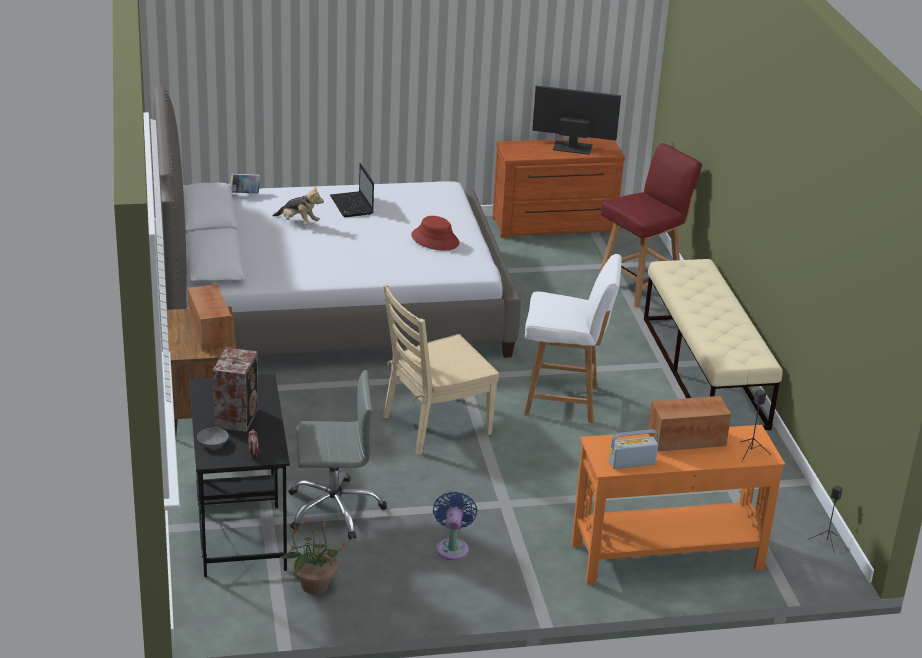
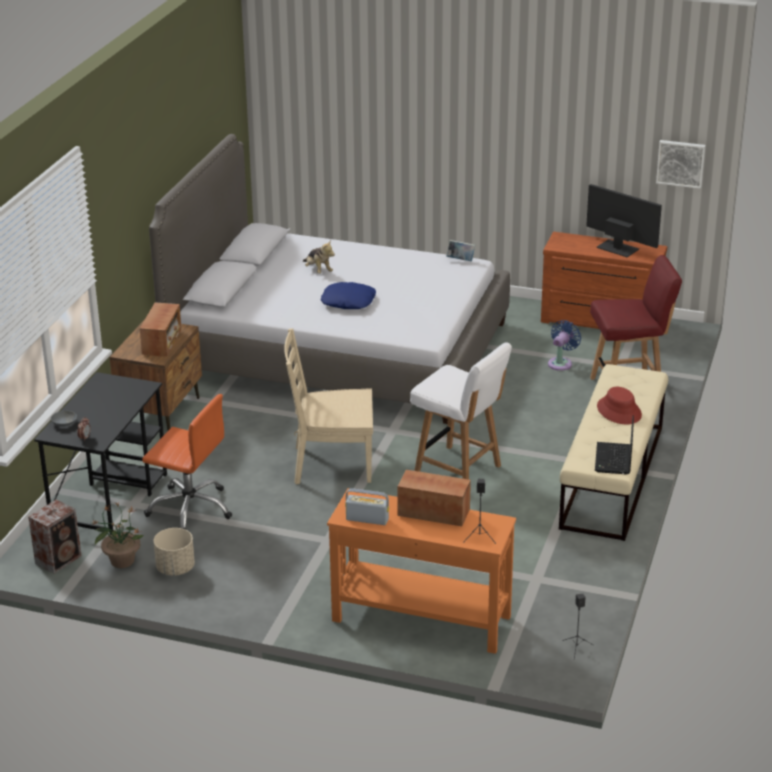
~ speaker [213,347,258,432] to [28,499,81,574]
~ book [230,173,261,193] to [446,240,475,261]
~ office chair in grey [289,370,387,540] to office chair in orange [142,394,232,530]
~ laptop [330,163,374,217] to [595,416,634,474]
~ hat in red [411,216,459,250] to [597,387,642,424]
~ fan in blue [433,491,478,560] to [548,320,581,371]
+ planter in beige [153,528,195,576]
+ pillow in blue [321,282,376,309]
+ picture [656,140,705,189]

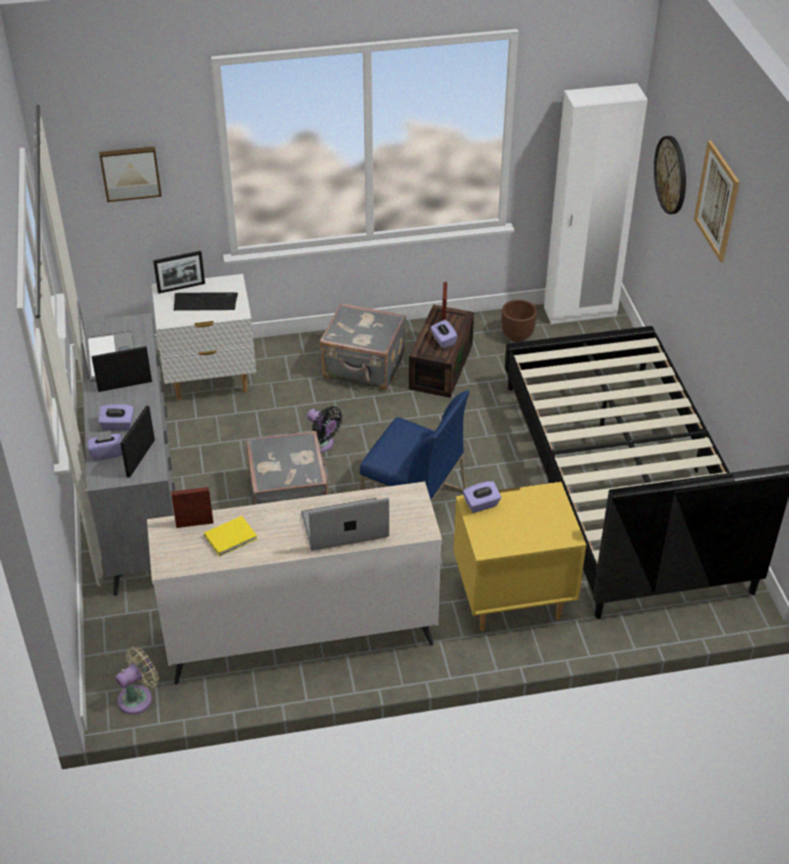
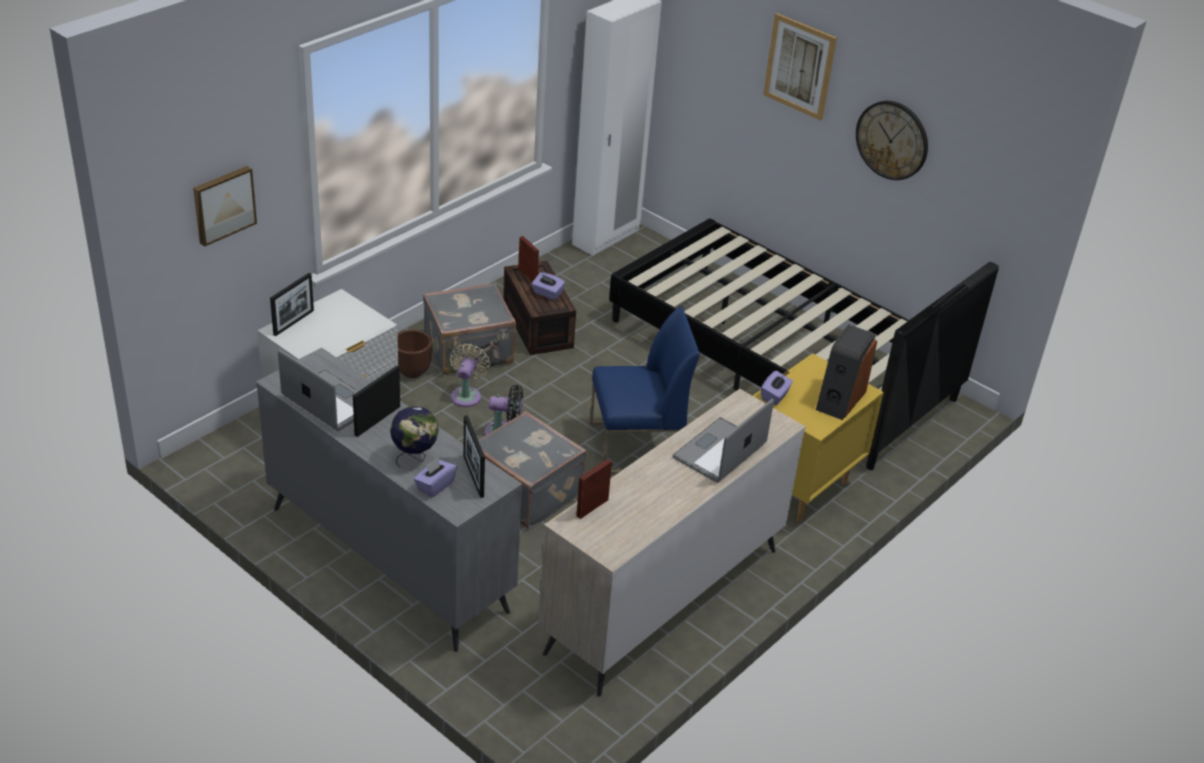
~ tissue box in purple [98,404,134,430] to globe [390,406,439,467]
~ fan in beige [115,647,159,714] to [450,344,490,407]
- keyboard [174,292,238,311]
- book in yellow [204,516,257,557]
~ planter in brown [502,300,537,342] to [398,330,432,378]
~ wall clock [654,136,686,214] to [856,101,928,180]
+ speaker [816,324,877,420]

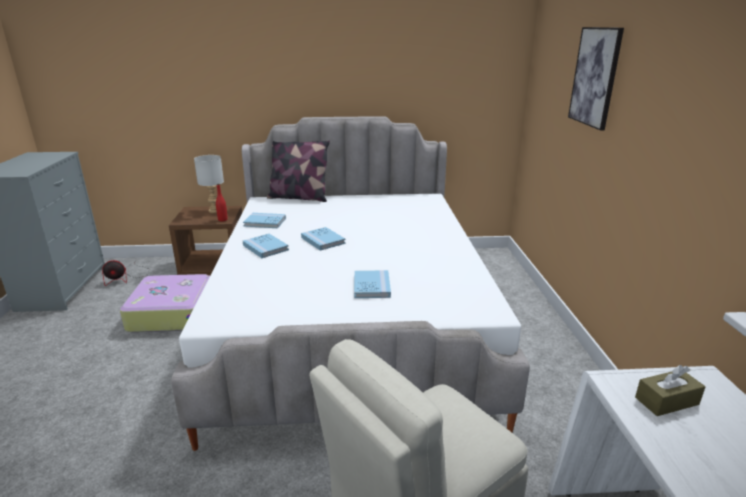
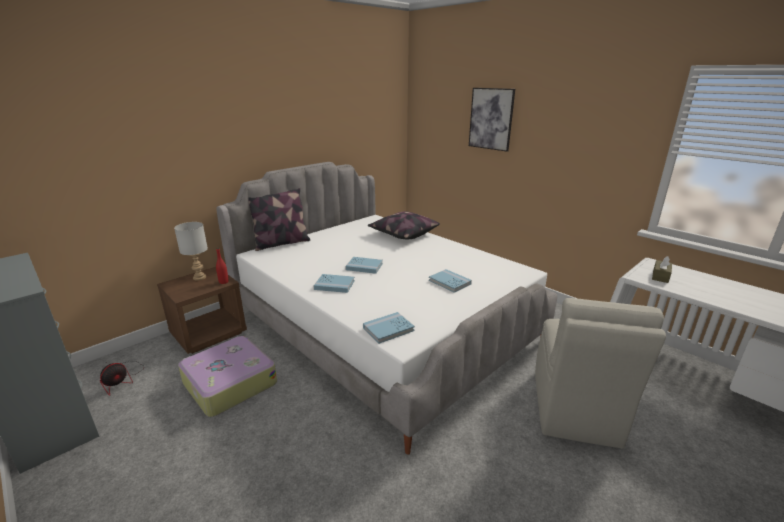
~ book in blue [243,213,286,228] to [363,312,415,344]
+ pillow [368,211,440,239]

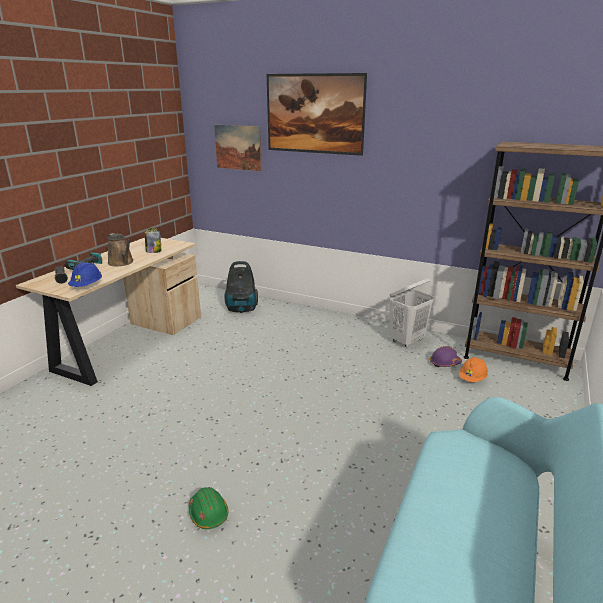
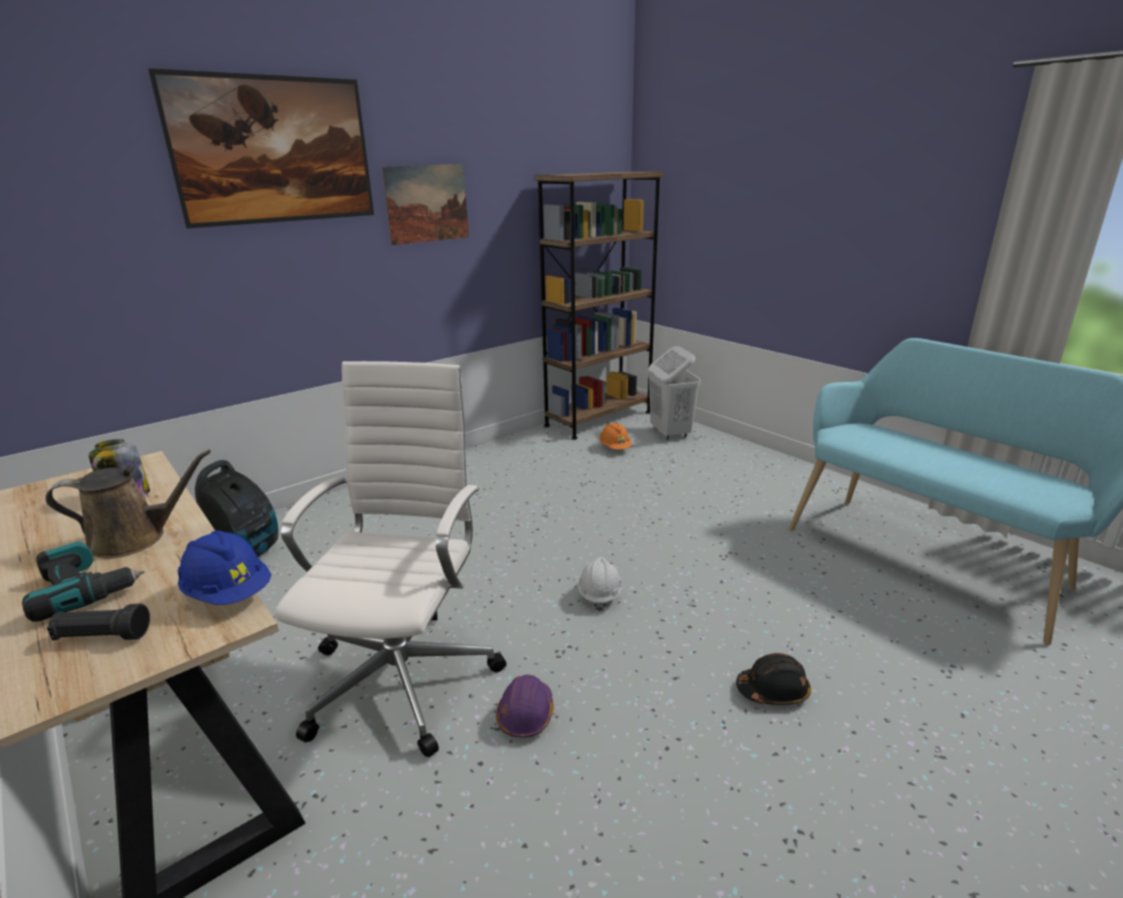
~ hard hat in green [189,487,228,529] to hard hat in black [736,653,811,705]
~ picture [214,125,262,171] to [382,164,469,245]
~ laundry basket in white [389,278,434,347] to [648,346,701,440]
~ hard hat in purple [430,346,462,367] to [496,675,553,738]
+ office chair in white [275,361,507,757]
+ hard hat in white [578,557,623,611]

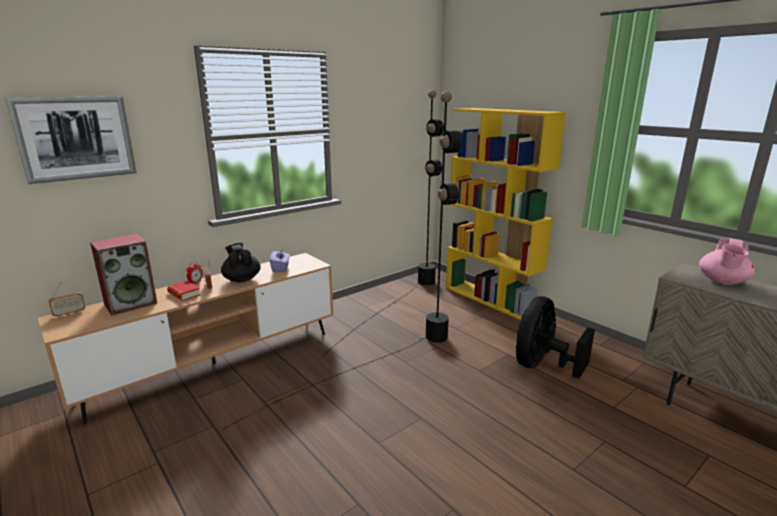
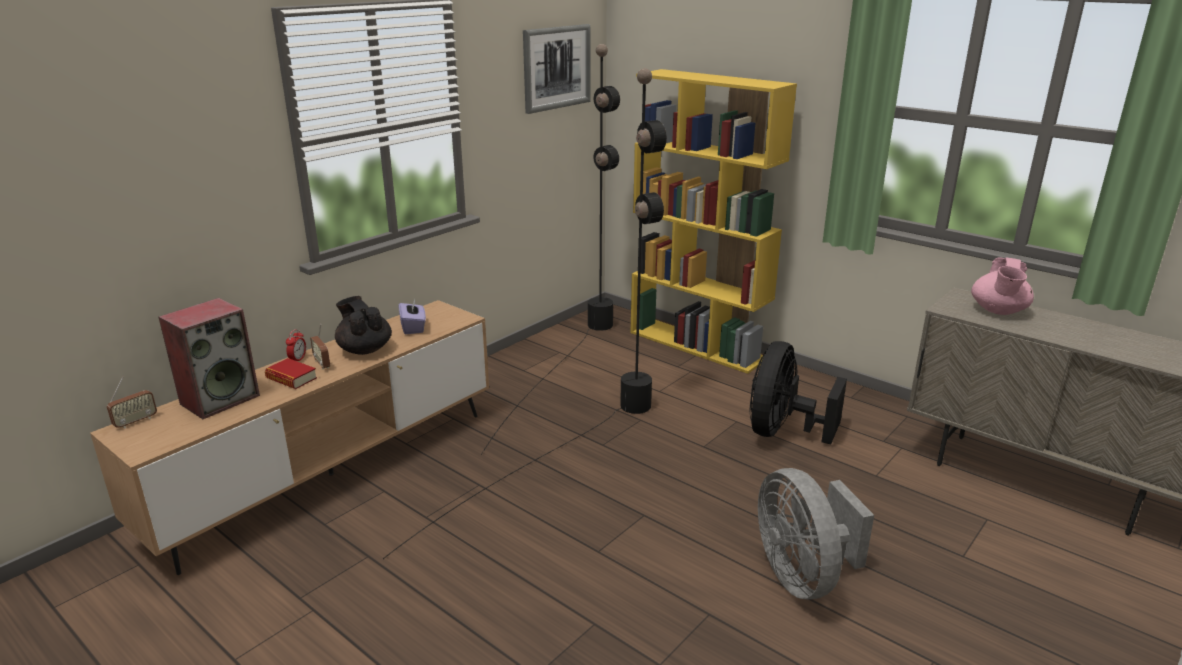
~ picture [5,96,137,184] to [523,24,590,114]
+ fan in grey [758,468,874,599]

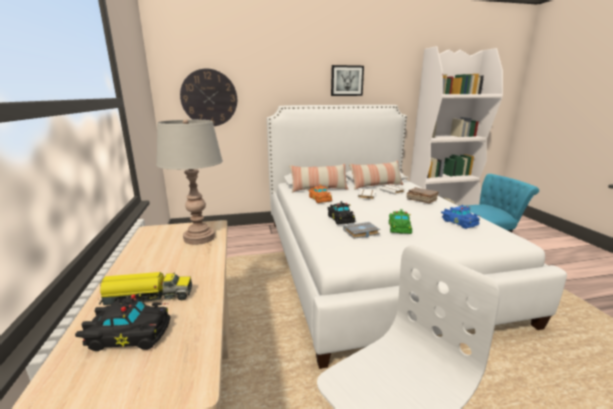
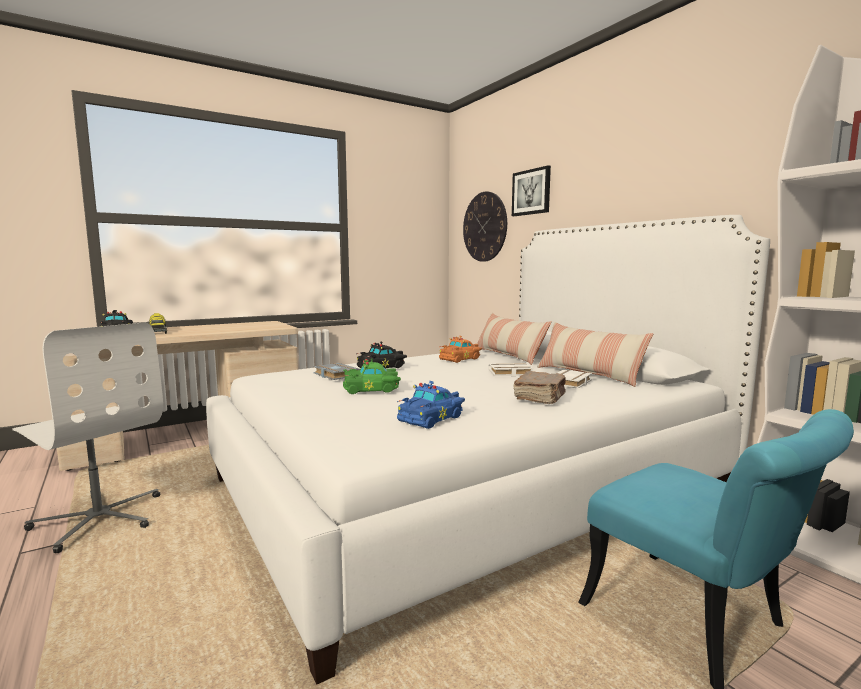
- table lamp in grey [156,119,223,245]
~ picture [331,65,364,96] to [512,165,551,216]

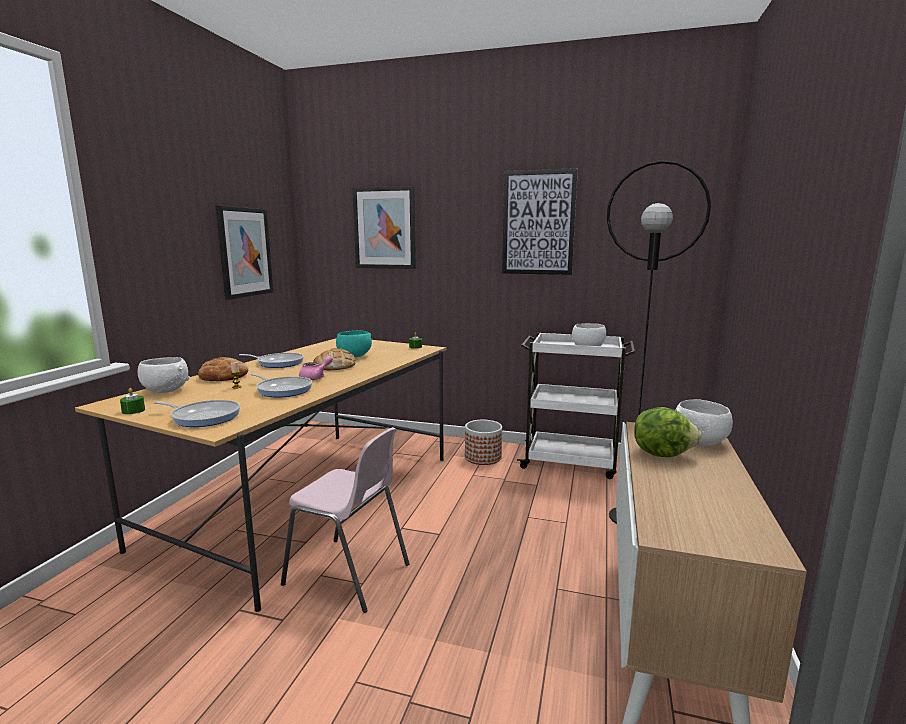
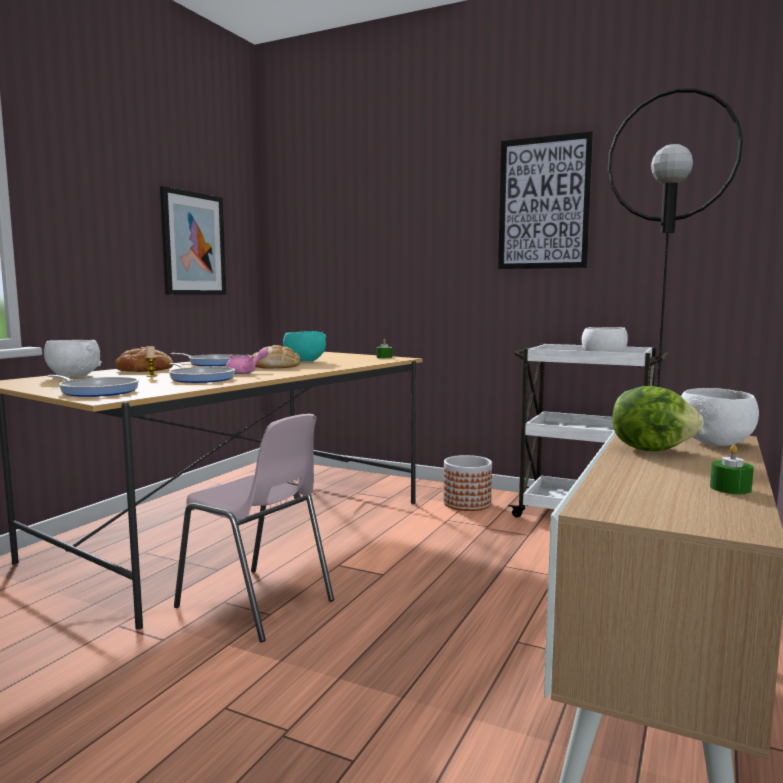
~ candle in green [120,388,145,414] to [710,445,754,494]
- picture [353,186,416,269]

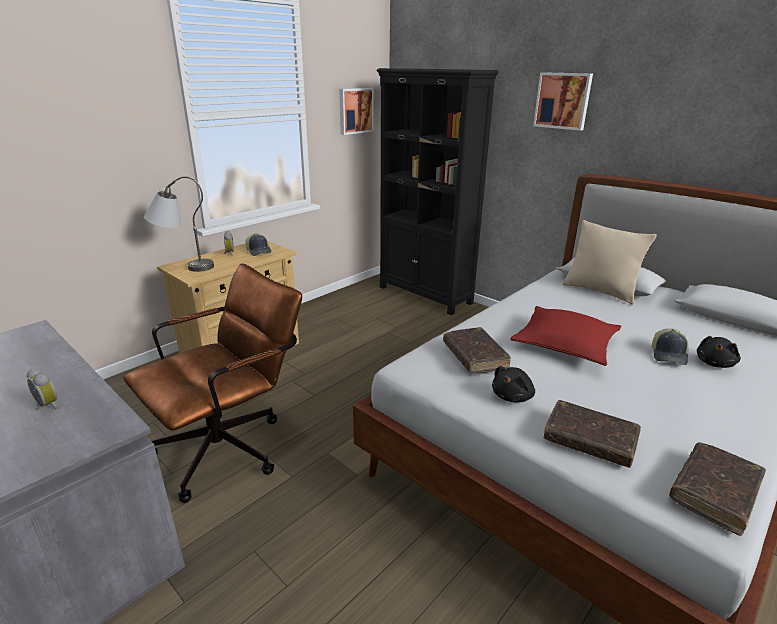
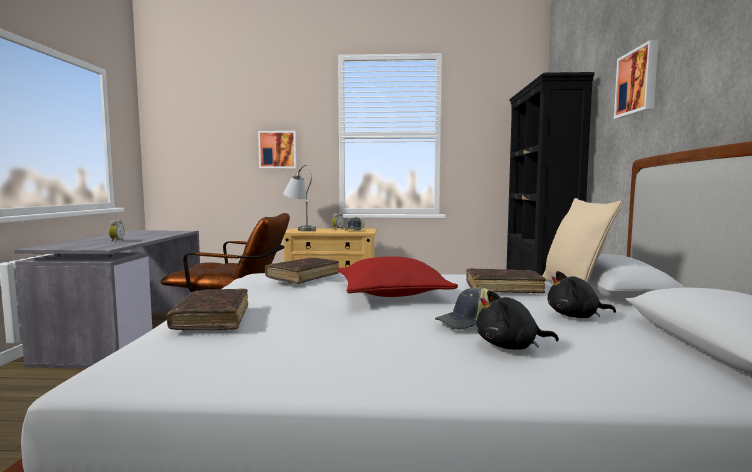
~ picture [339,88,374,135] to [258,131,297,168]
~ plush toy in black [492,366,535,402] to [548,271,616,318]
~ book in brown [669,442,766,536] to [466,268,546,294]

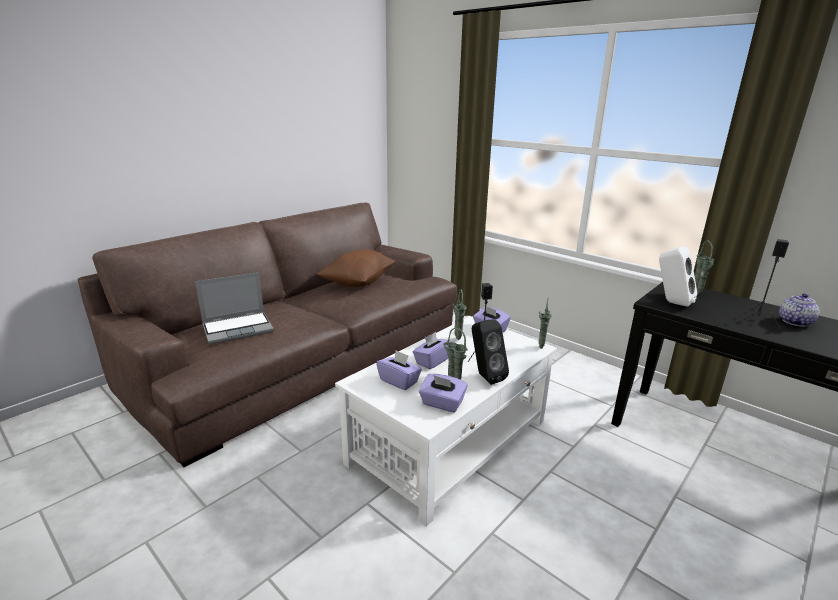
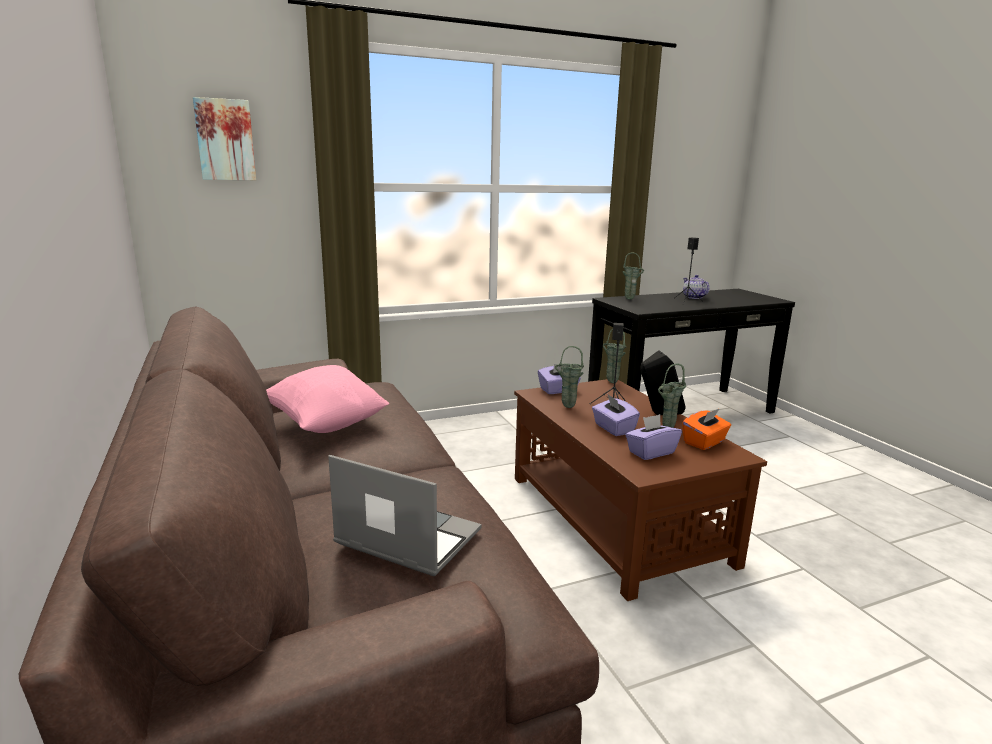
~ laptop [195,272,274,344] = [328,455,481,576] 60 degrees counterclockwise
~ pillow in brown [317,250,395,287] to pillow in pink [266,365,389,433]
~ coffee table in white [335,316,557,527] to coffee table in brown [514,379,767,601]
~ tissue box in purple [419,374,468,412] to tissue box in orange [682,409,731,450]
- speaker in white [659,246,697,307]
+ picture [193,97,256,180]

